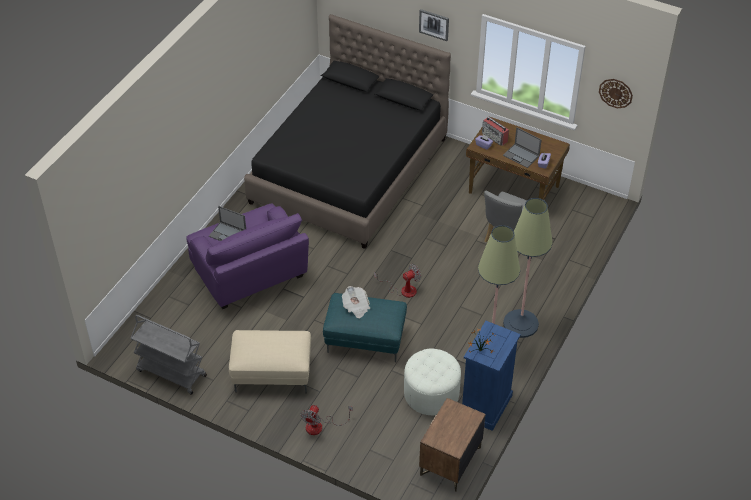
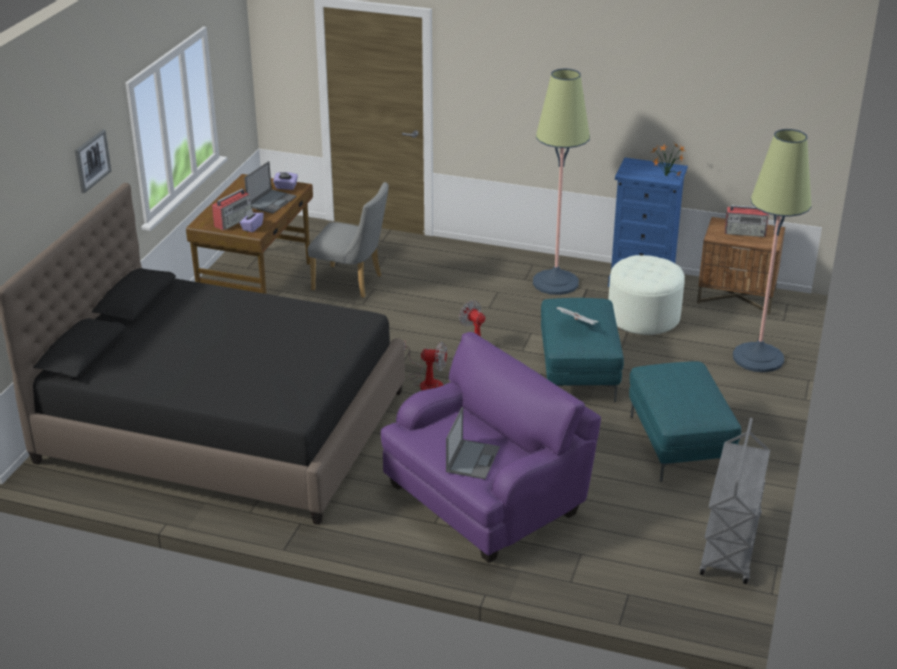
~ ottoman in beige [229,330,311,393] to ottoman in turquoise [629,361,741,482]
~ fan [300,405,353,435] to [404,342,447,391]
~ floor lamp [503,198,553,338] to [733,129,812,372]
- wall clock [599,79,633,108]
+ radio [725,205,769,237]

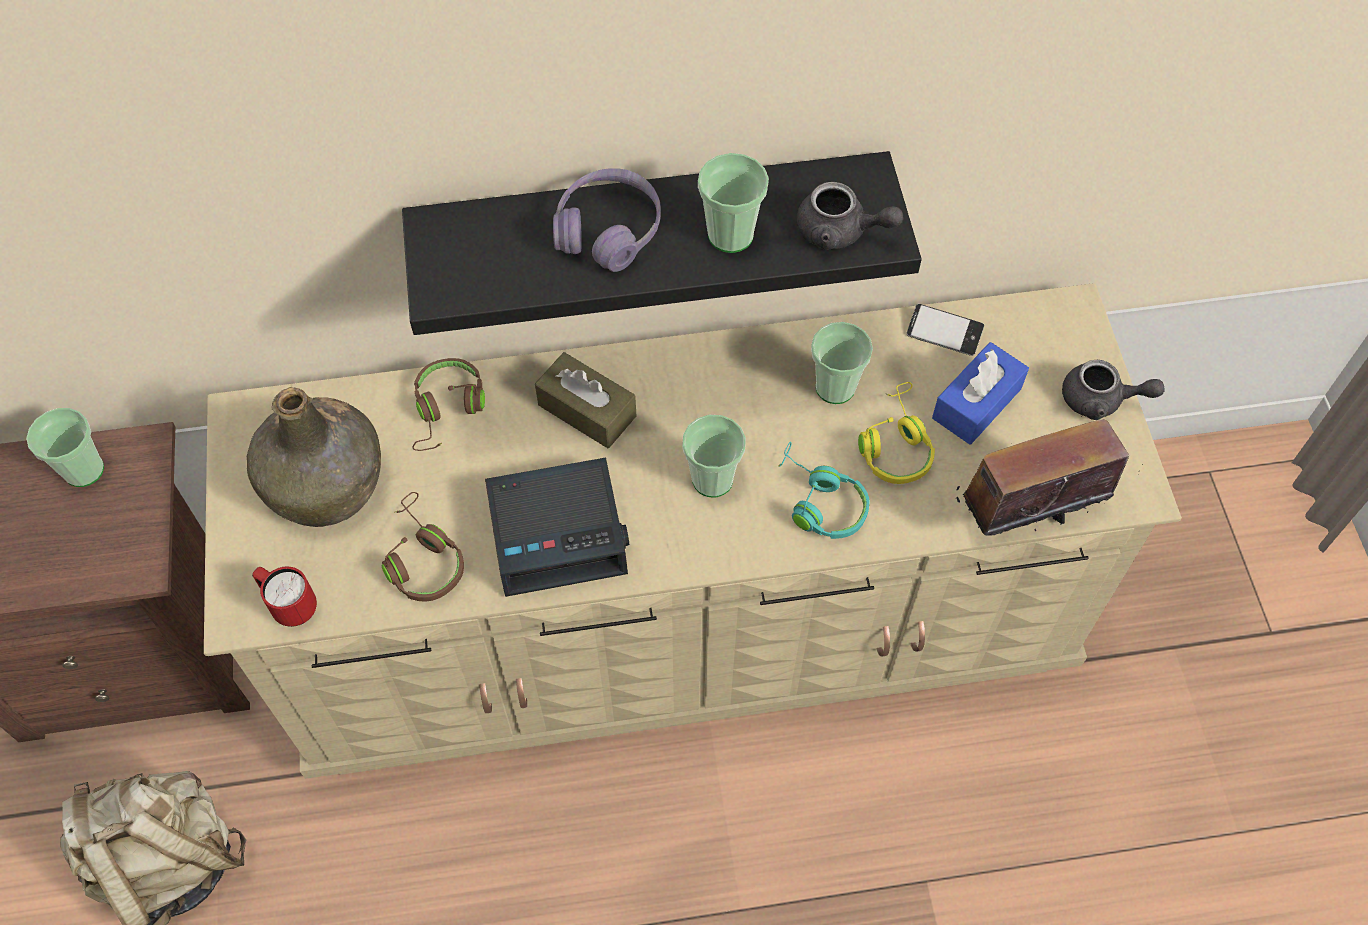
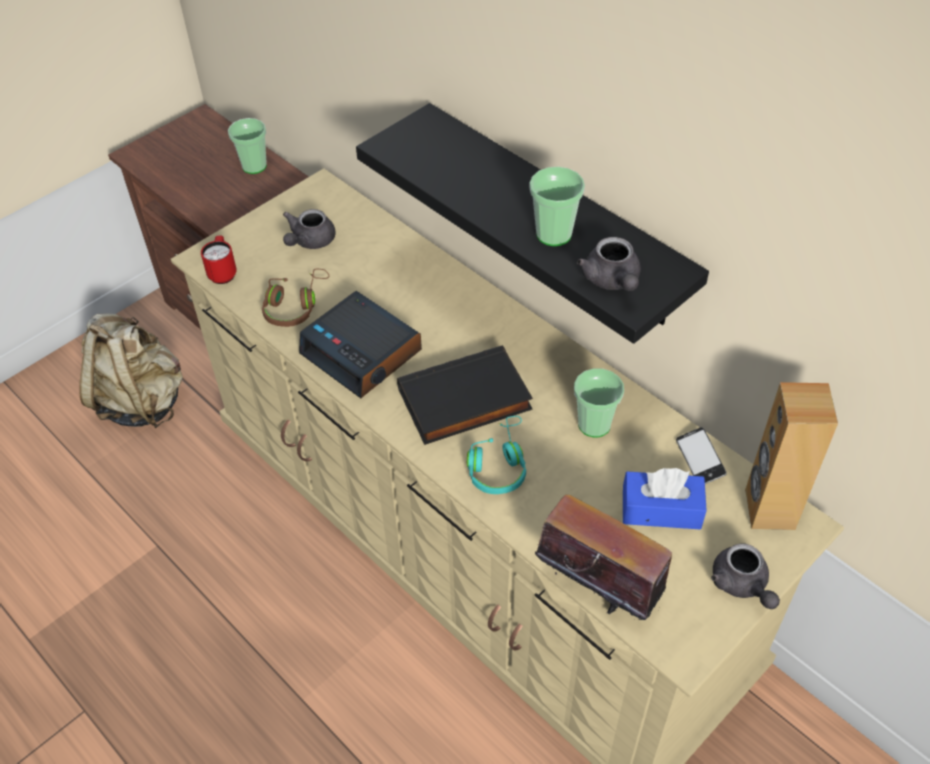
~ bottle in green [247,387,381,527] to teapot in grey [283,209,336,249]
- headphones in brown [412,358,485,451]
- tissue box in brown [535,352,636,448]
- headphones in purple [553,168,661,272]
~ cup [682,415,746,498] to book in black [397,345,533,445]
- headphones in yellow [858,382,935,484]
+ speaker in brown [745,382,838,530]

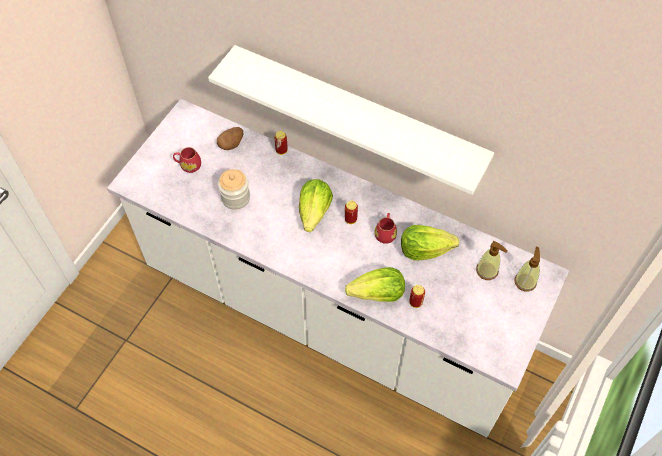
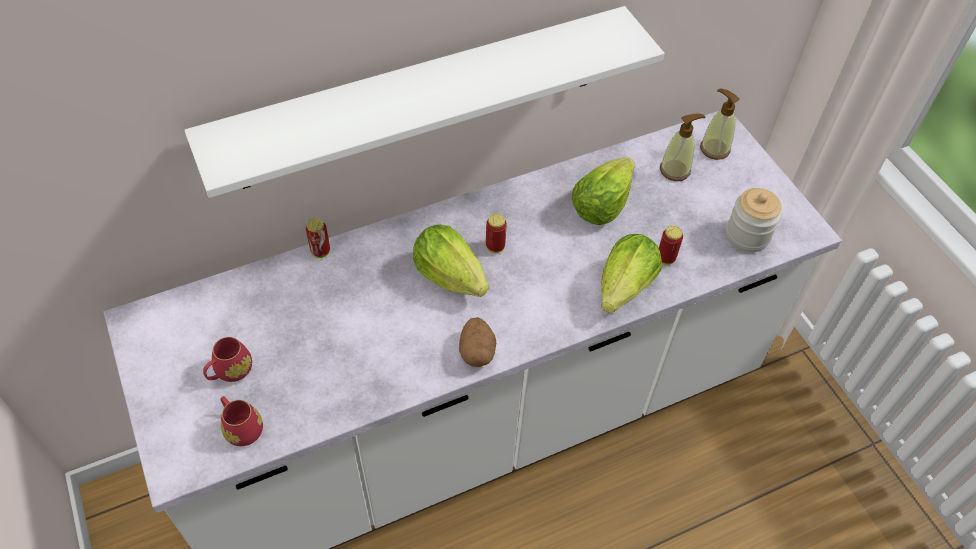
~ potato [217,127,244,150] to [459,317,496,367]
~ jar [218,169,250,210] to [726,188,782,252]
~ mug in red [374,213,397,244] to [220,396,263,446]

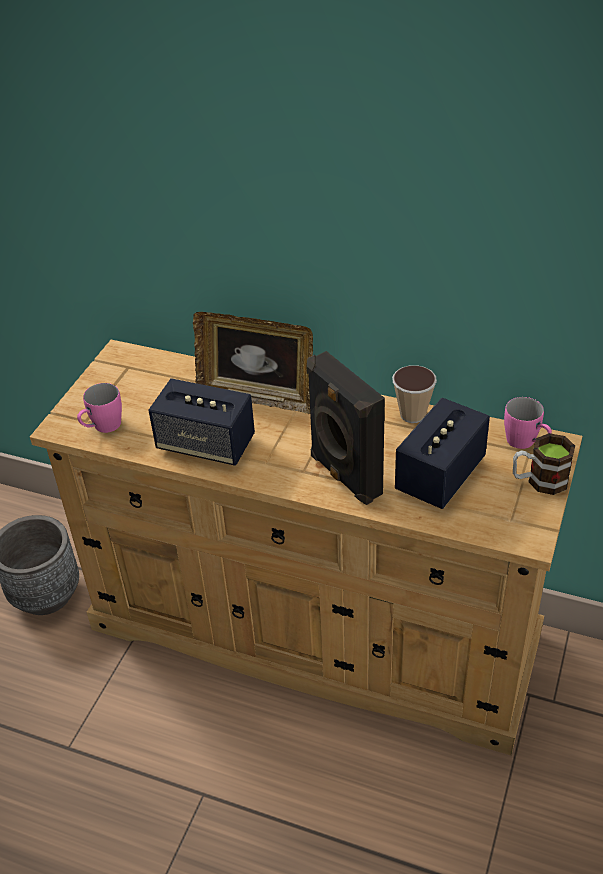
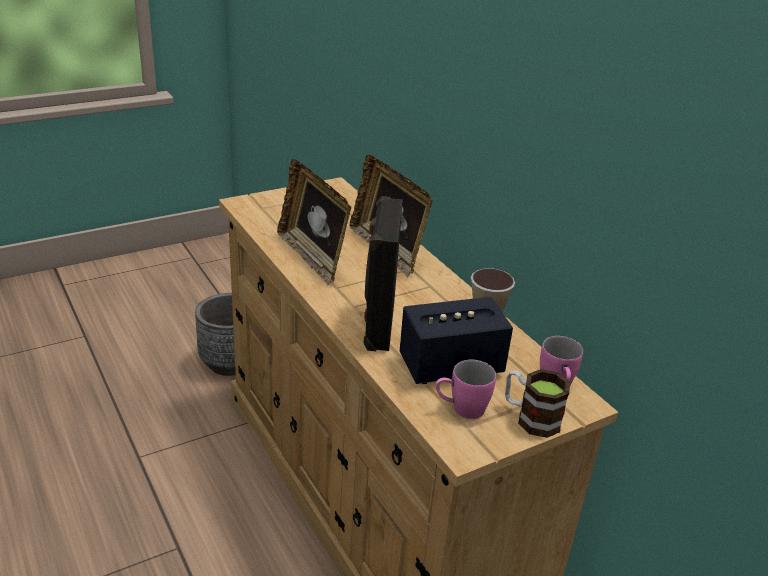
~ mug in pink [77,383,122,433] to [435,360,496,419]
~ speaker [149,378,255,466] to picture frame [277,159,351,286]

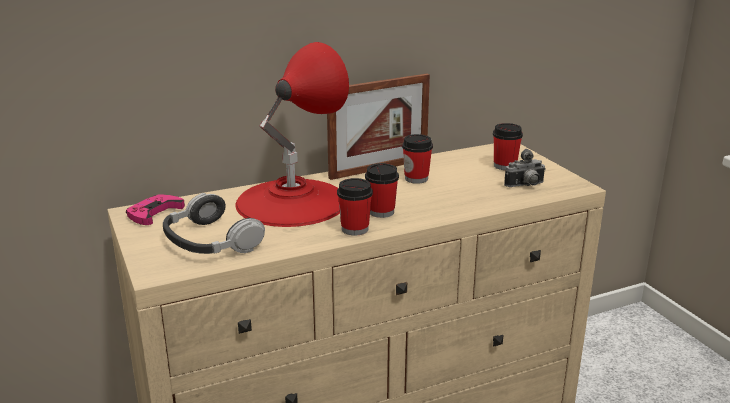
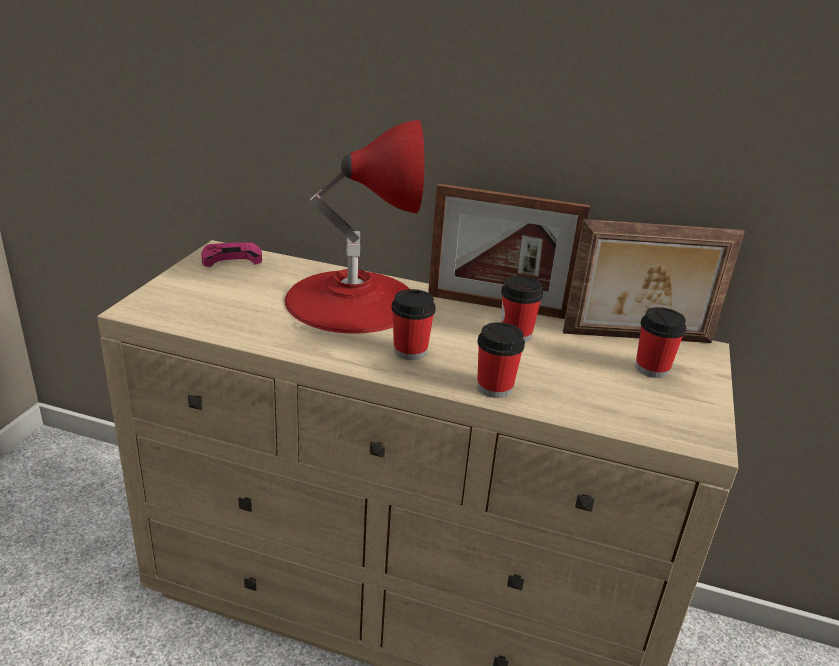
- headphones [163,193,265,254]
~ cup [337,178,373,236] to [477,322,525,398]
- photo camera [504,149,546,187]
+ picture frame [563,219,745,343]

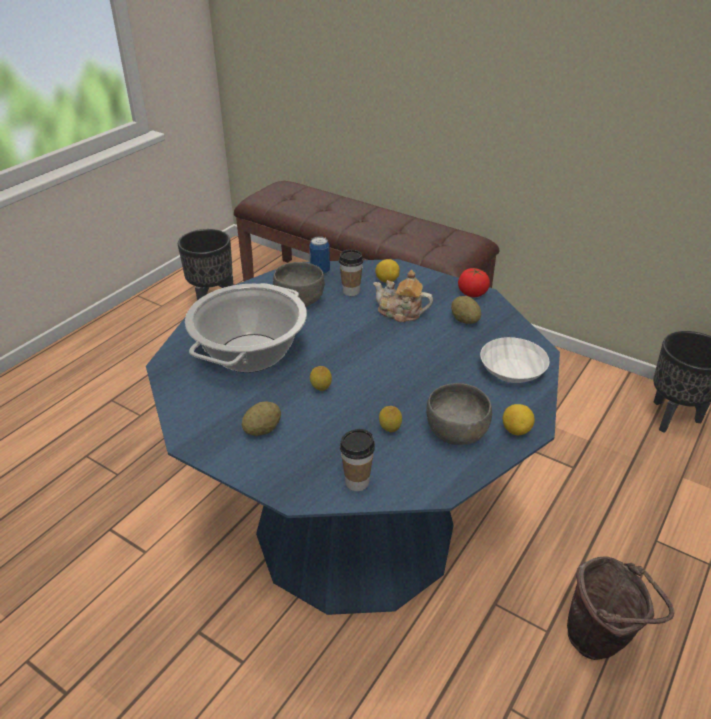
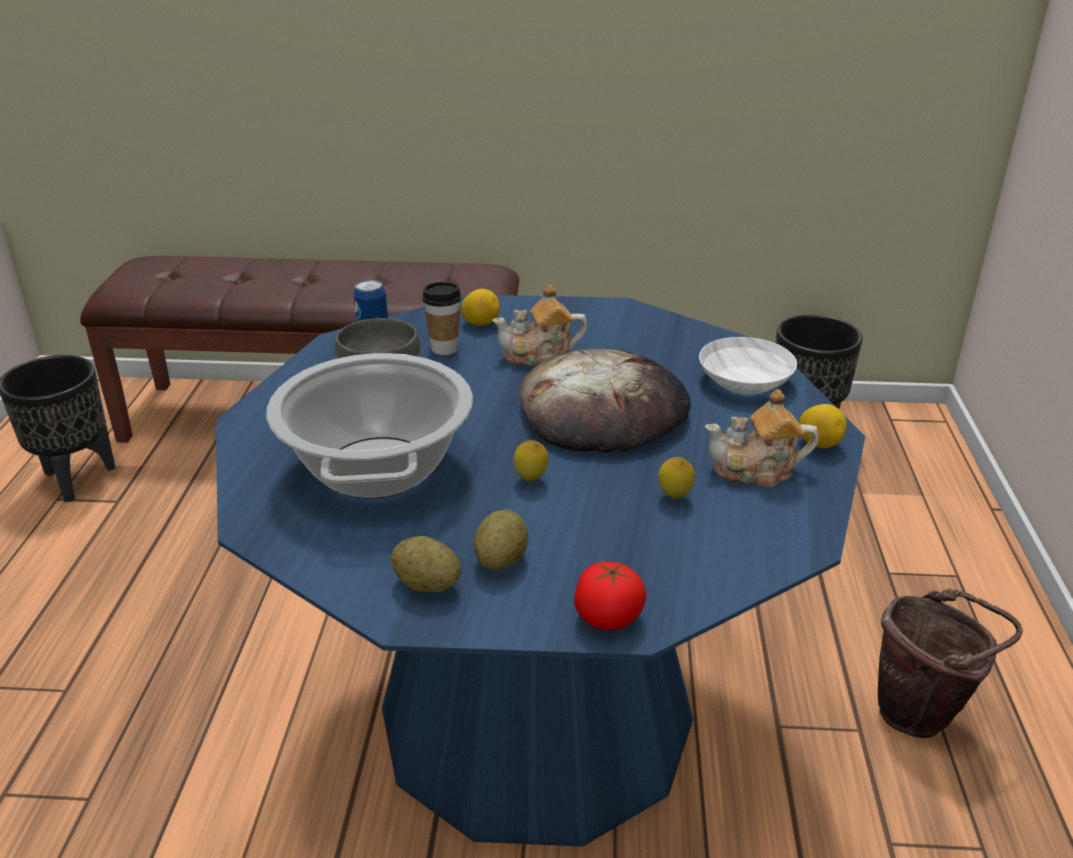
- cup [340,429,375,491]
~ bowl in grey [426,383,492,445] to teapot [704,389,819,487]
~ potato [451,296,481,324] to [391,536,461,593]
~ tomato [458,268,490,297] to [574,562,646,630]
+ bread [520,348,691,452]

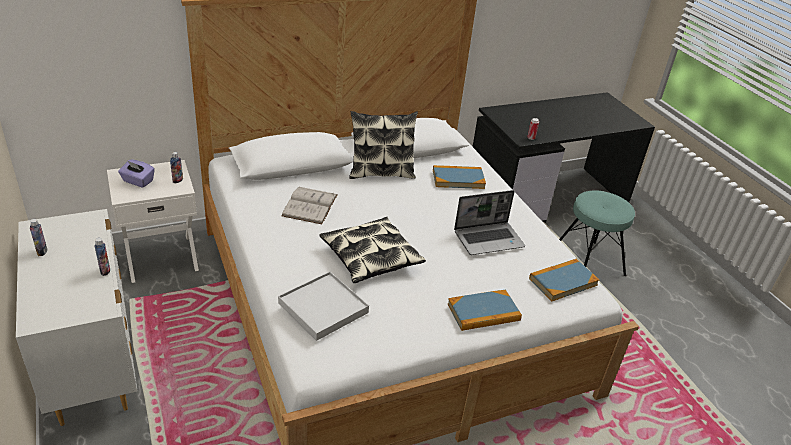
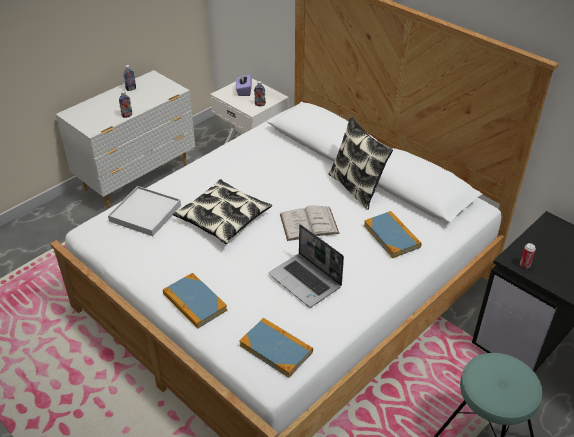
~ book in white [281,187,338,224] to [280,205,340,241]

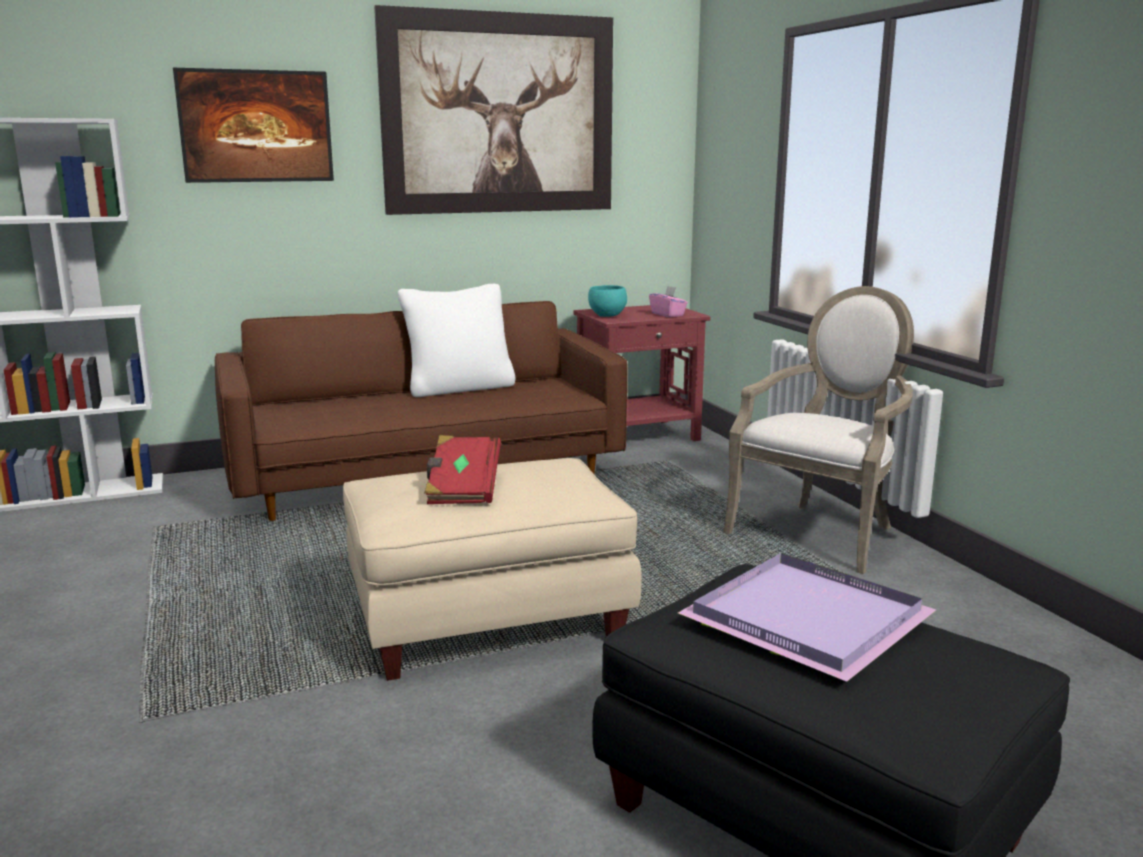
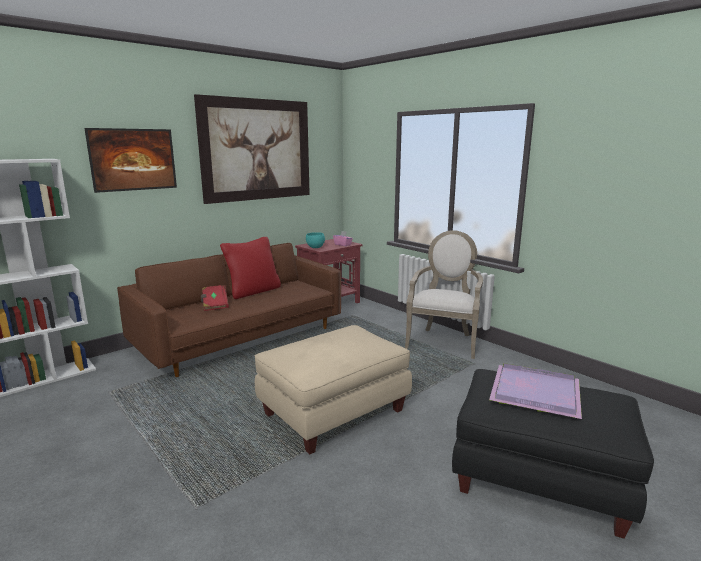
~ pillow in white [398,284,515,397] to pillow in red [220,237,281,299]
~ book in red [424,435,501,504] to [201,285,229,311]

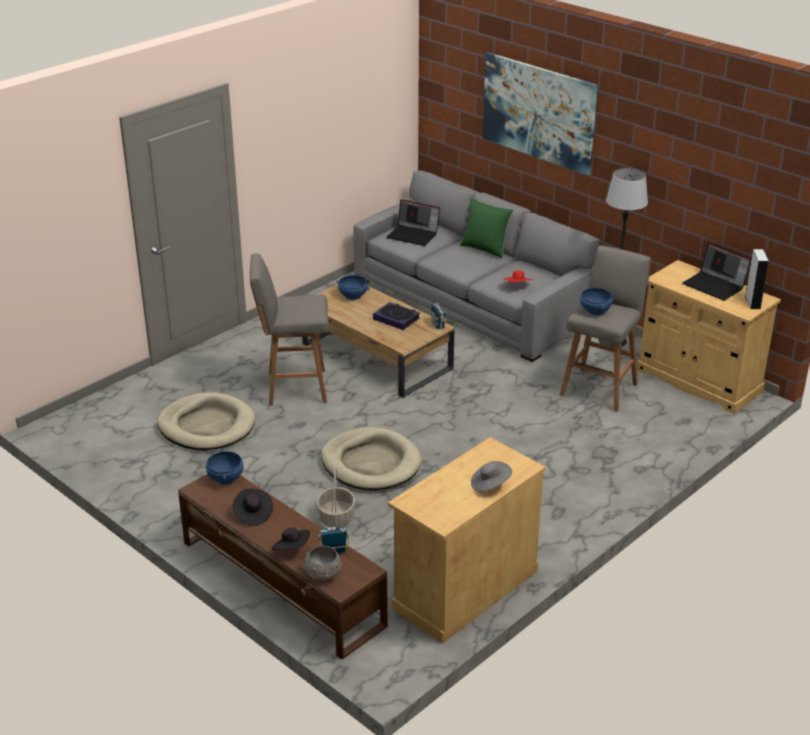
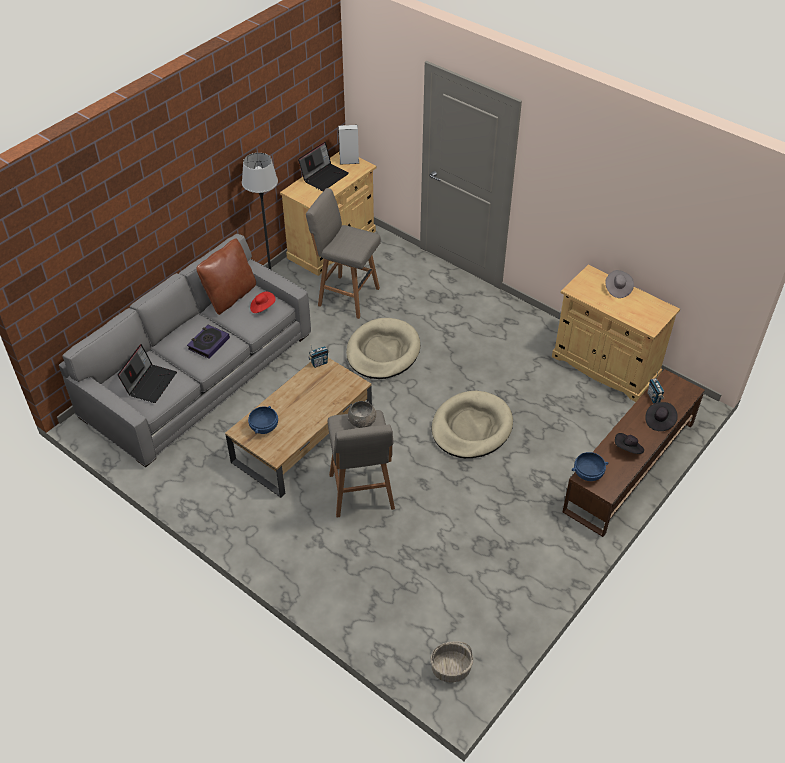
~ dog bed in beige [157,393,256,450] to [346,318,420,379]
~ bowl in grey [303,546,342,581] to [348,401,376,428]
~ basket [316,468,356,527] to [430,641,473,683]
~ book [373,302,420,330] to [187,325,230,359]
- pillow in green [460,197,513,258]
- picture [483,52,598,175]
- bowl in blue [580,288,613,315]
+ pillow in brown [196,238,256,315]

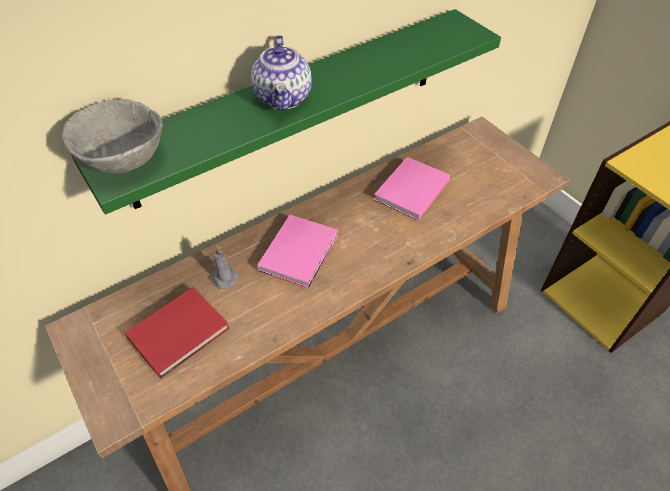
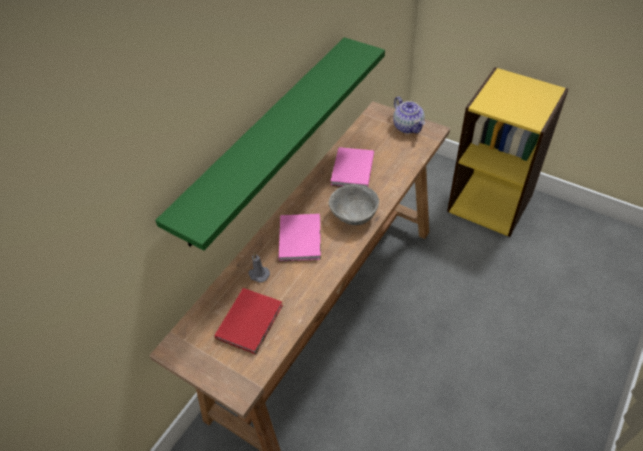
~ bowl in grey [62,99,163,174] to [329,184,379,225]
~ teapot [251,35,312,111] to [393,96,425,134]

